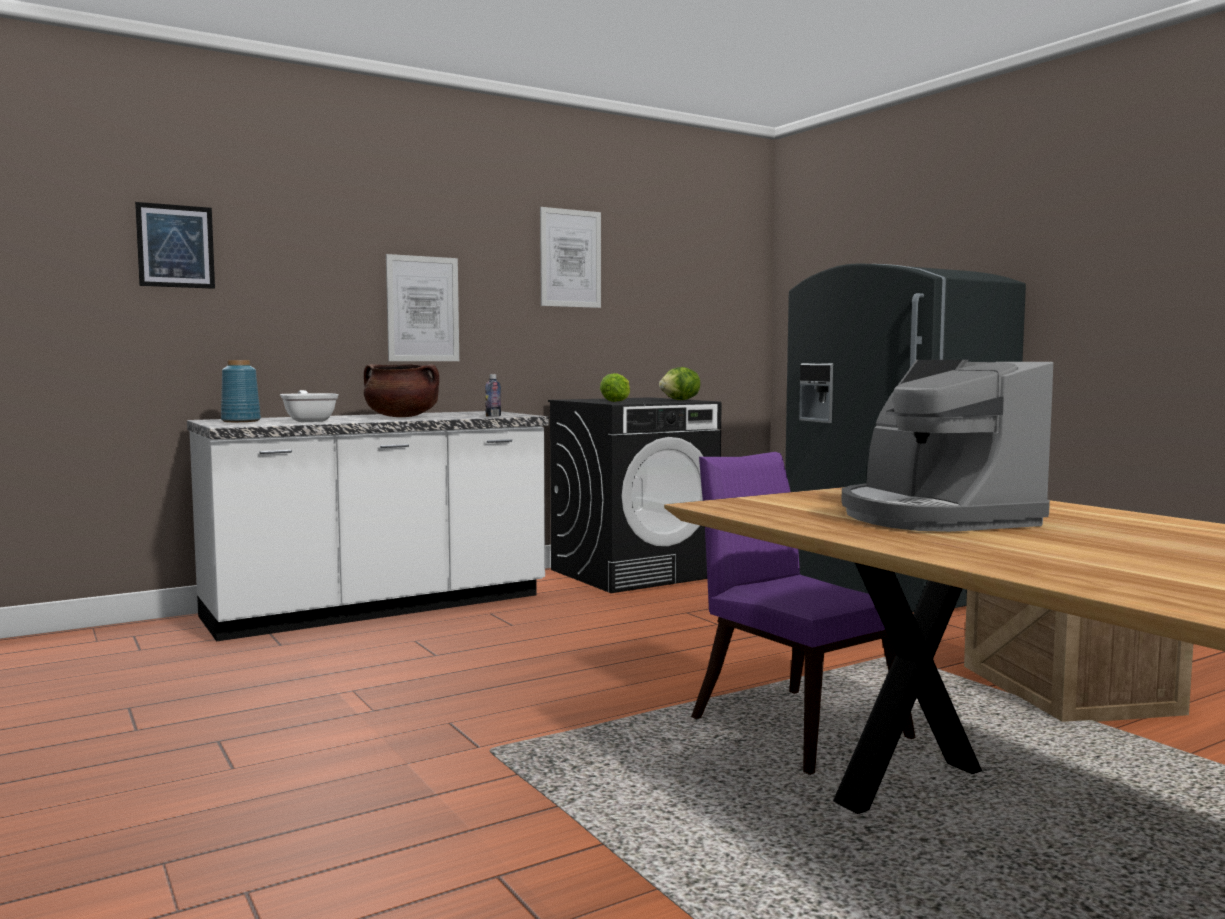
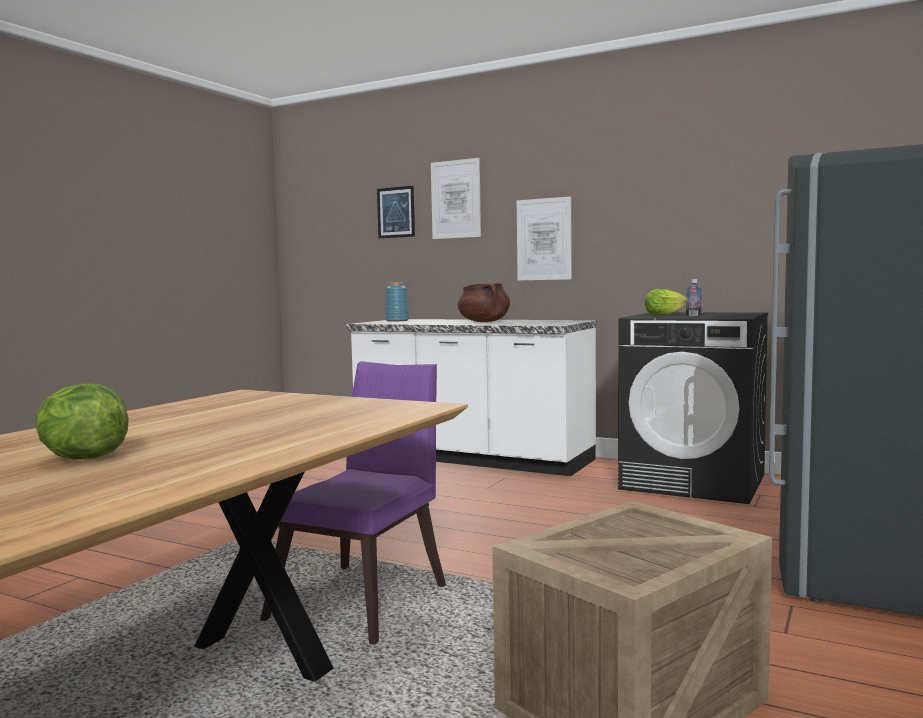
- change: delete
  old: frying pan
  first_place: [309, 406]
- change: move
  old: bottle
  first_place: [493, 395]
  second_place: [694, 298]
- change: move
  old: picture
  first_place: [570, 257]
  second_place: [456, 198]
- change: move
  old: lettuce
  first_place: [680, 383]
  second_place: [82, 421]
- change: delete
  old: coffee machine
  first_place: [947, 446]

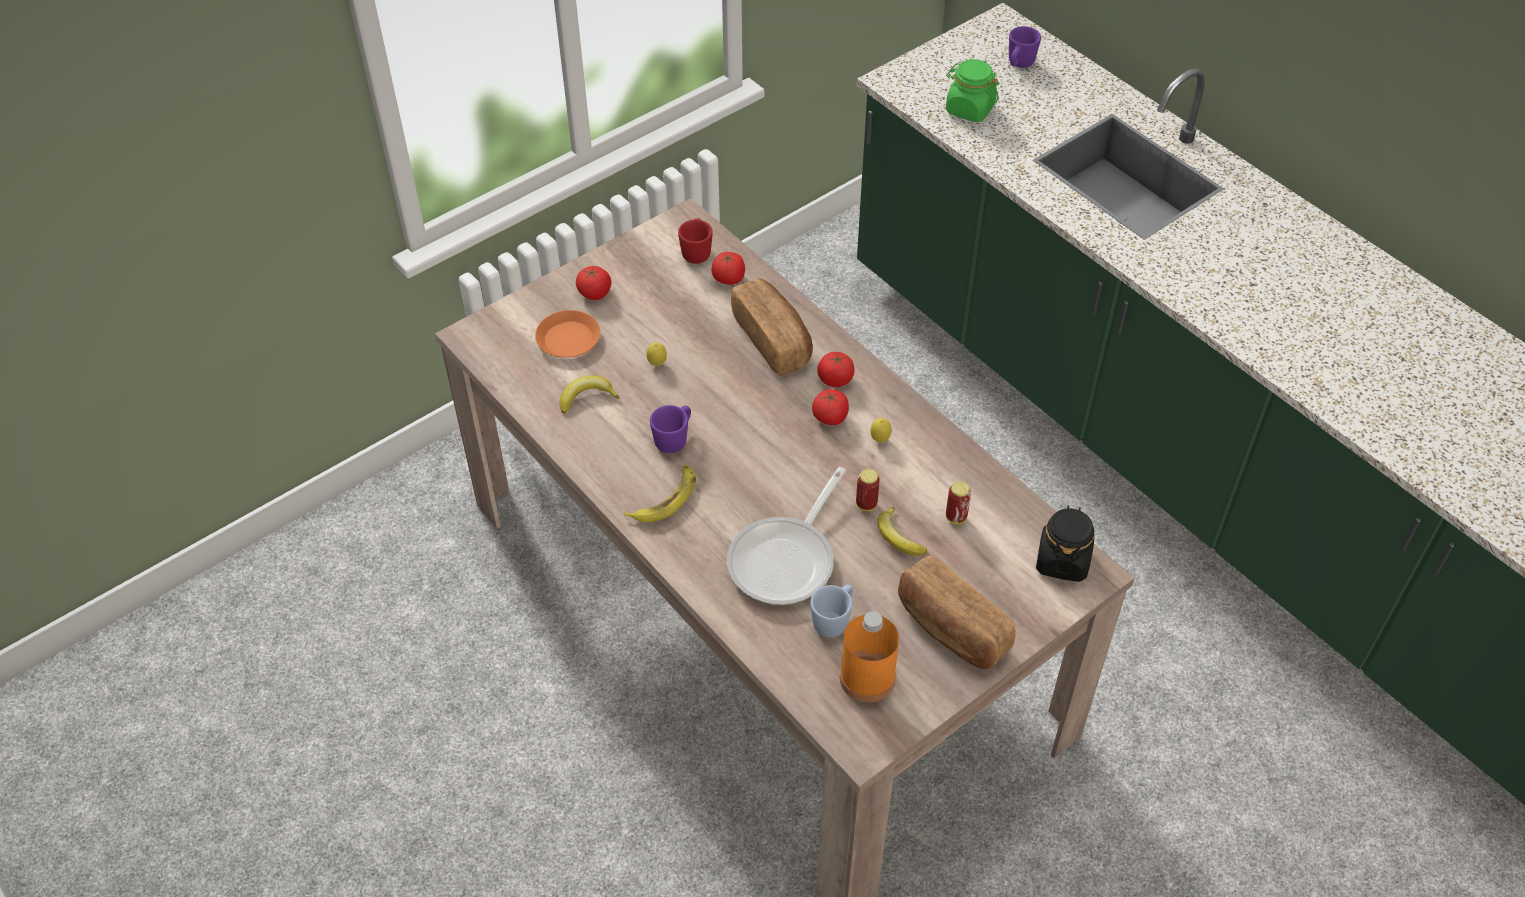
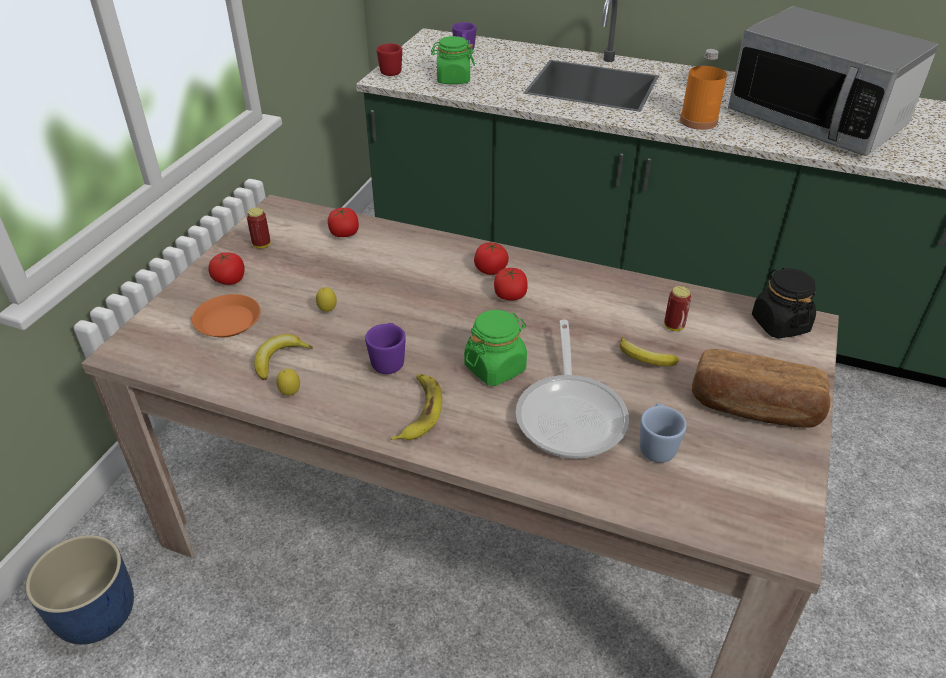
- change: move
  old: red mug
  first_place: [695, 241]
  second_place: [389, 59]
- change: delete
  old: bread
  first_place: [772, 327]
- change: move
  old: orange bottle
  first_place: [869, 656]
  second_place: [703, 89]
- change: move
  old: can
  first_place: [868, 490]
  second_place: [259, 228]
- change: move
  old: lemon
  first_place: [881, 430]
  second_place: [288, 382]
- change: insert
  new: blue planter
  second_place: [80, 590]
- change: insert
  new: green jar
  second_place: [495, 348]
- change: insert
  new: microwave
  second_place: [833, 81]

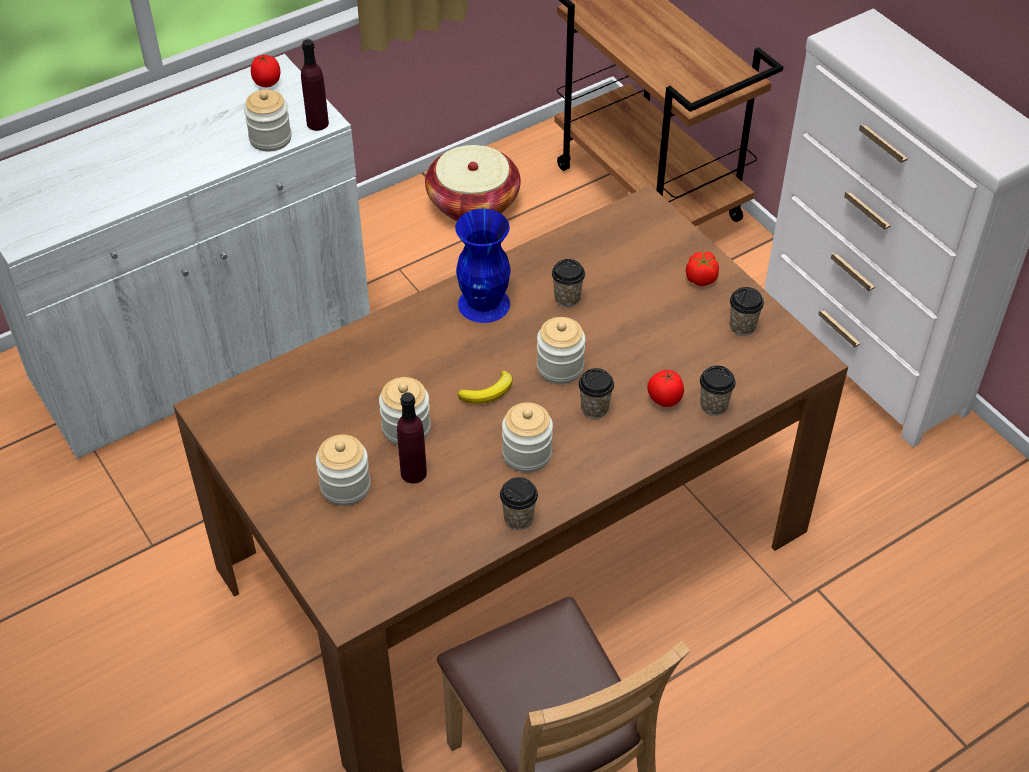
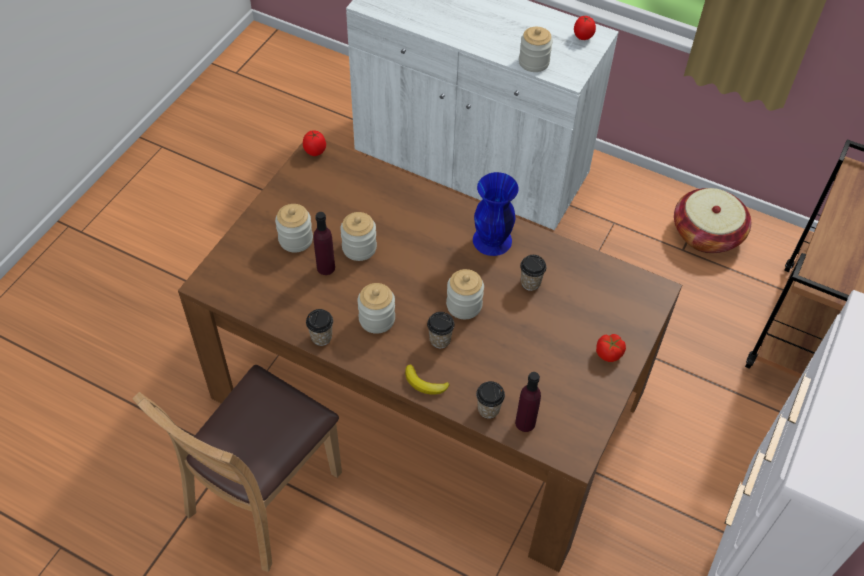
- change: move
  old: purple bottle
  first_place: [315, 85]
  second_place: [528, 402]
- change: move
  old: banana
  first_place: [485, 387]
  second_place: [427, 379]
- change: move
  old: tomato
  first_place: [665, 388]
  second_place: [314, 143]
- change: delete
  old: cup
  first_place: [747, 311]

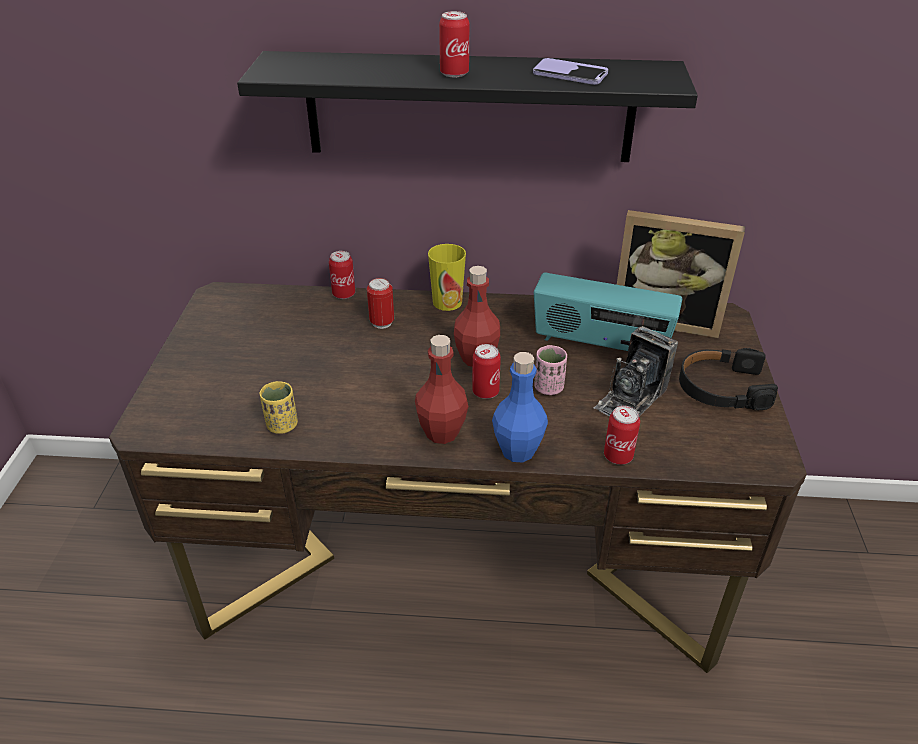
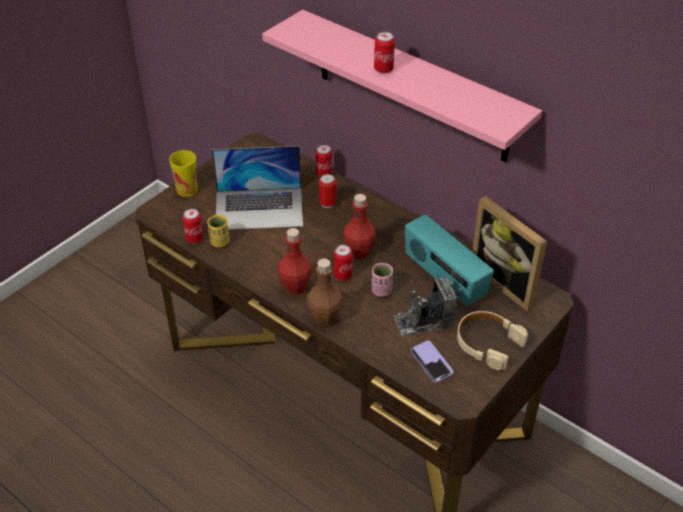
- change: recolor
  old: black shelf
  new: pink shelf
  first_place: [467, 106]
  second_place: [402, 86]
- change: move
  old: cup
  first_place: [447, 277]
  second_place: [183, 173]
- change: recolor
  old: blue bottle
  new: brown bottle
  first_place: [520, 407]
  second_place: [325, 292]
- change: move
  old: phone
  first_place: [570, 71]
  second_place: [432, 362]
- change: move
  old: can
  first_place: [622, 435]
  second_place: [193, 226]
- change: recolor
  old: black headphones
  new: beige headphones
  first_place: [728, 379]
  second_place: [492, 340]
- change: insert
  new: laptop
  second_place: [257, 188]

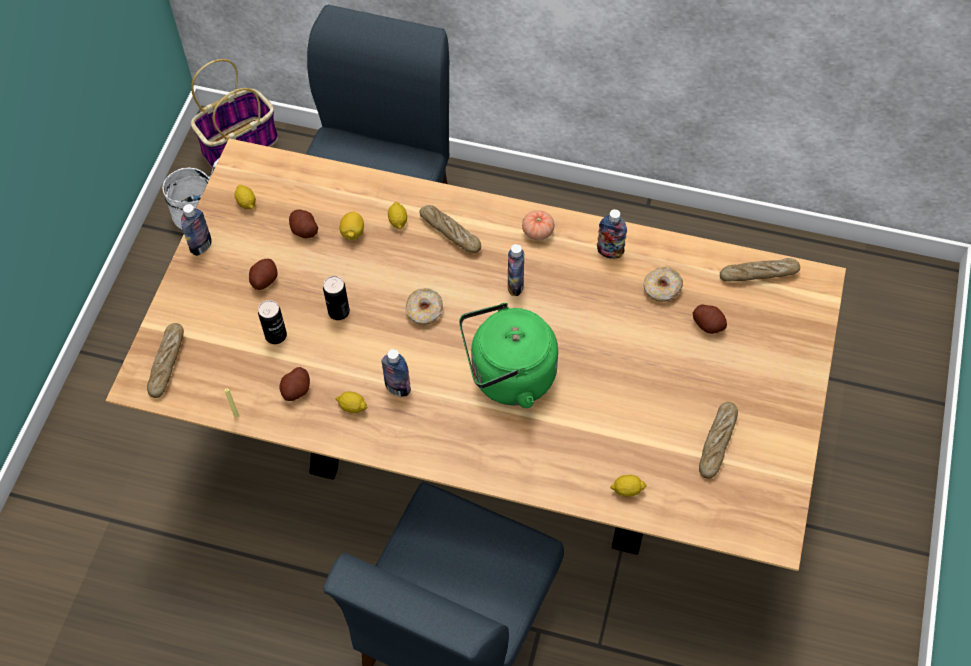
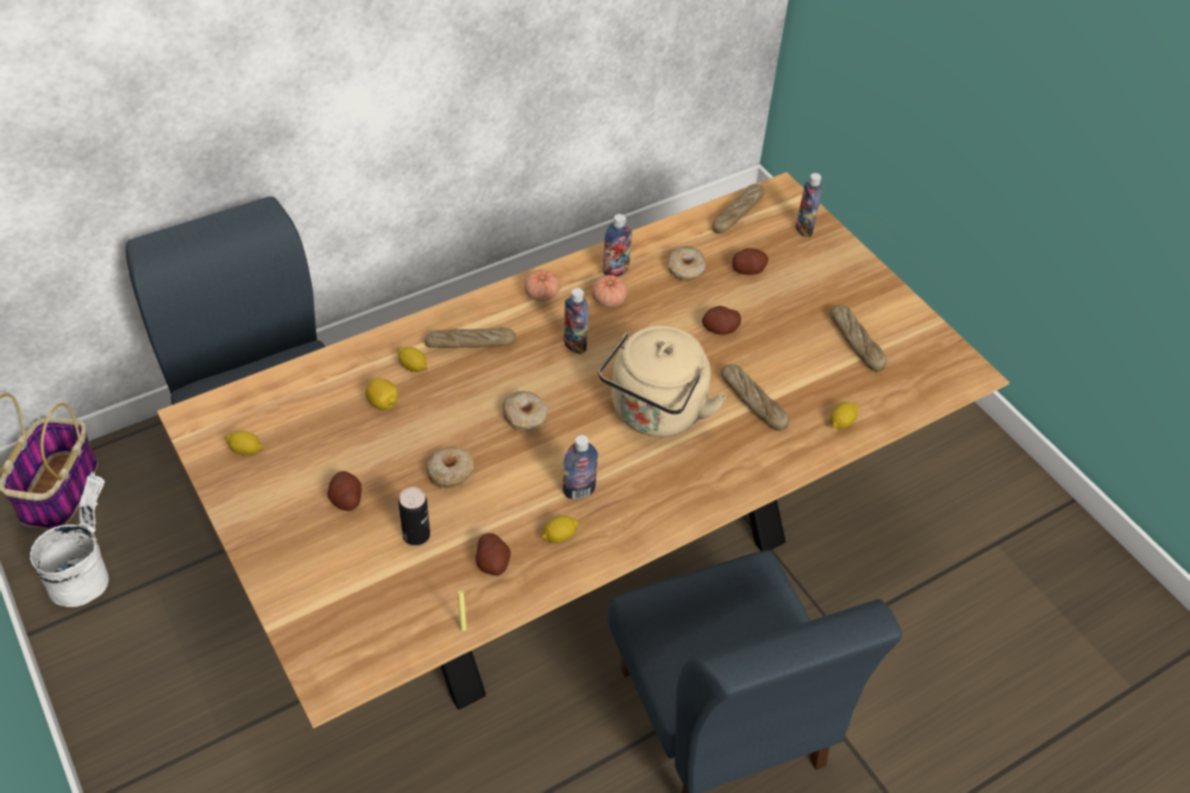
- change: move
  old: bread
  first_place: [165, 360]
  second_place: [755, 397]
- change: move
  old: bottle
  first_place: [196, 230]
  second_place: [809, 205]
- change: move
  old: potato
  first_place: [303, 224]
  second_place: [721, 320]
- change: replace
  old: can
  new: donut
  first_place: [336, 298]
  second_place: [450, 468]
- change: recolor
  old: green kettle
  new: beige kettle
  first_place: [508, 355]
  second_place: [662, 381]
- change: insert
  new: tomato
  second_place: [610, 291]

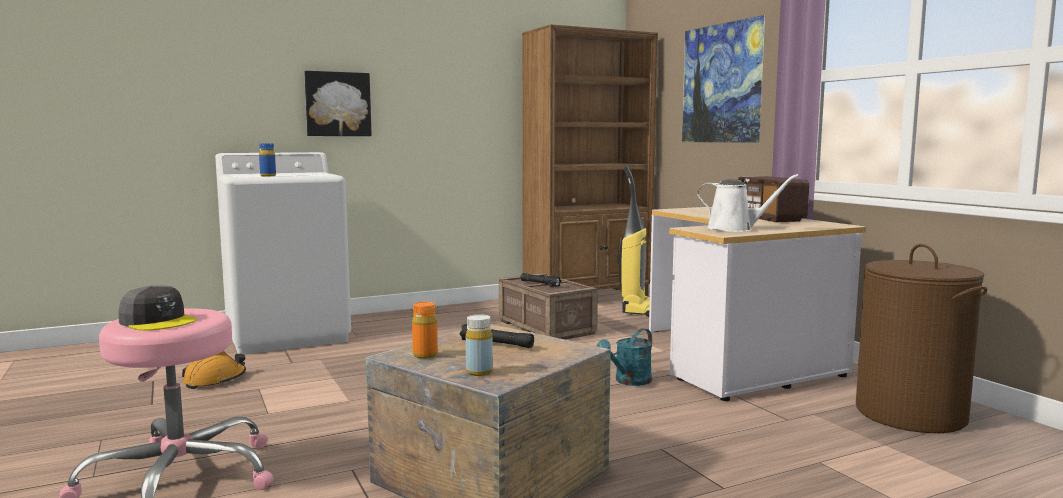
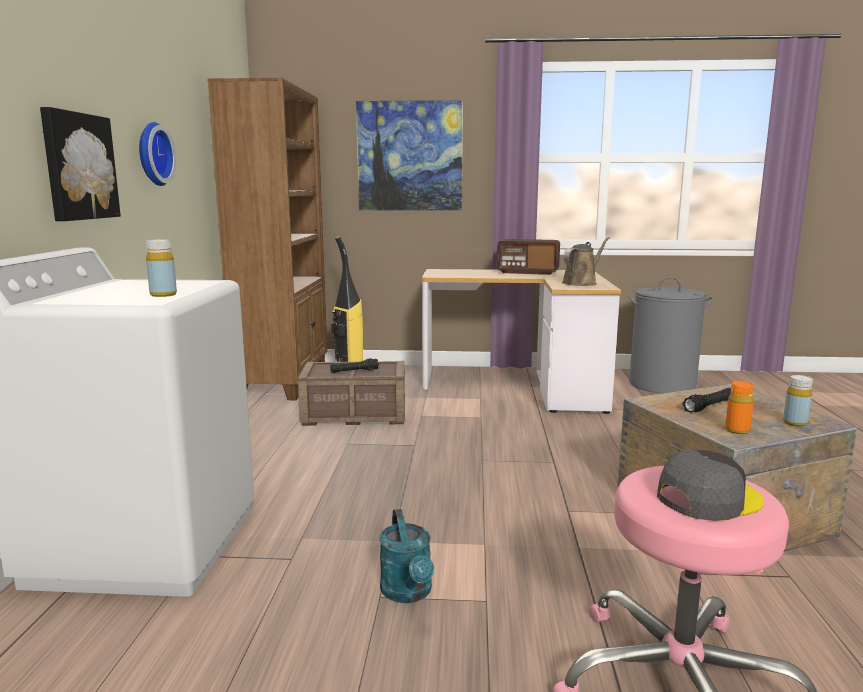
- change: delete
  old: orange hard hat
  first_place: [214, 370]
- change: recolor
  old: blue bottle
  new: yellow bottle
  first_place: [267, 160]
  second_place: [161, 268]
- change: move
  old: turquoise watering can
  first_place: [624, 357]
  second_place: [406, 556]
- change: recolor
  old: white watering can
  new: brown watering can
  first_place: [747, 203]
  second_place: [586, 261]
- change: recolor
  old: brown laundry basket
  new: grey laundry basket
  first_place: [921, 338]
  second_place: [670, 335]
- change: insert
  new: wall clock
  second_place: [157, 154]

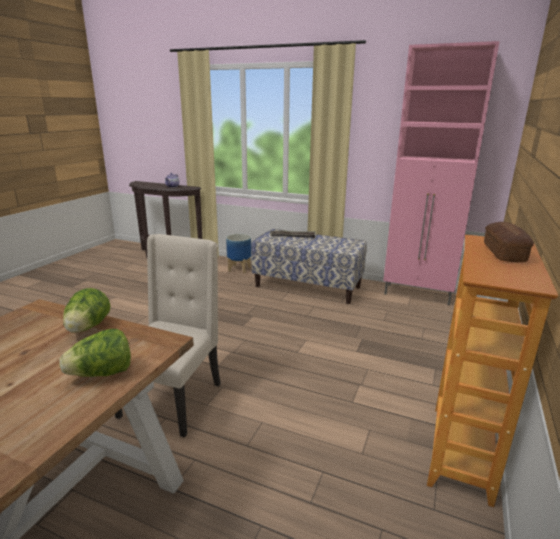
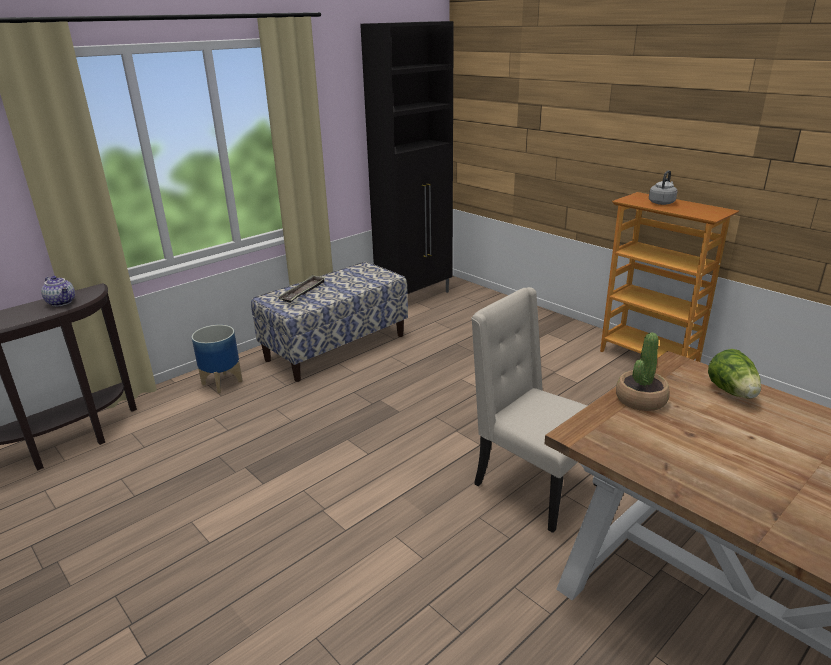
- change: replace
  old: lettuce
  new: potted plant
  first_place: [87, 310]
  second_place: [643, 371]
- change: recolor
  old: pink cabinet
  new: black cabinet
  first_place: [441, 173]
  second_place: [407, 157]
- change: replace
  old: bread
  new: grey kettle
  first_place: [509, 242]
  second_place: [663, 187]

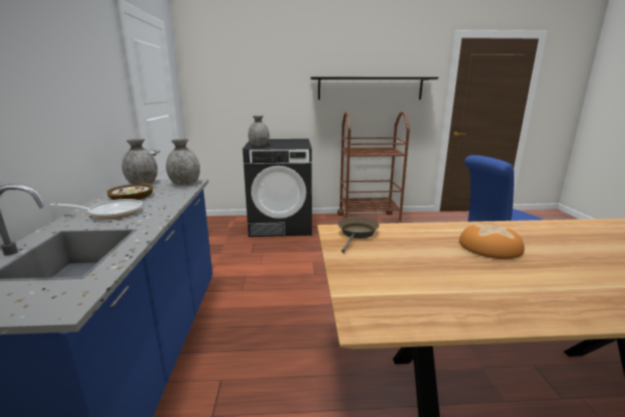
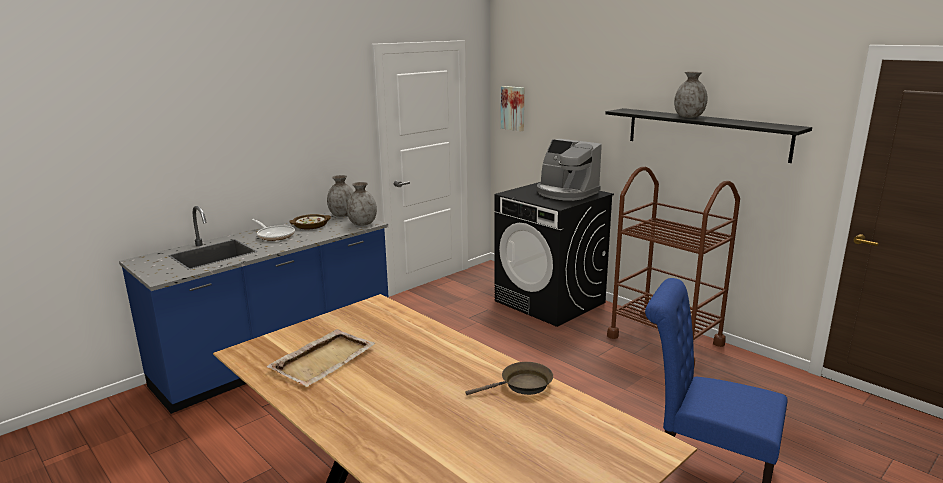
- change: move
  old: grey vase
  first_place: [259, 131]
  second_place: [691, 95]
- change: move
  old: brown frying pan
  first_place: [358, 235]
  second_place: [509, 378]
- change: delete
  old: bread
  first_place: [491, 241]
- change: insert
  new: beige tray
  second_place: [321, 358]
- change: insert
  new: picture
  second_place: [512, 108]
- change: insert
  new: coffee machine
  second_place: [569, 170]

